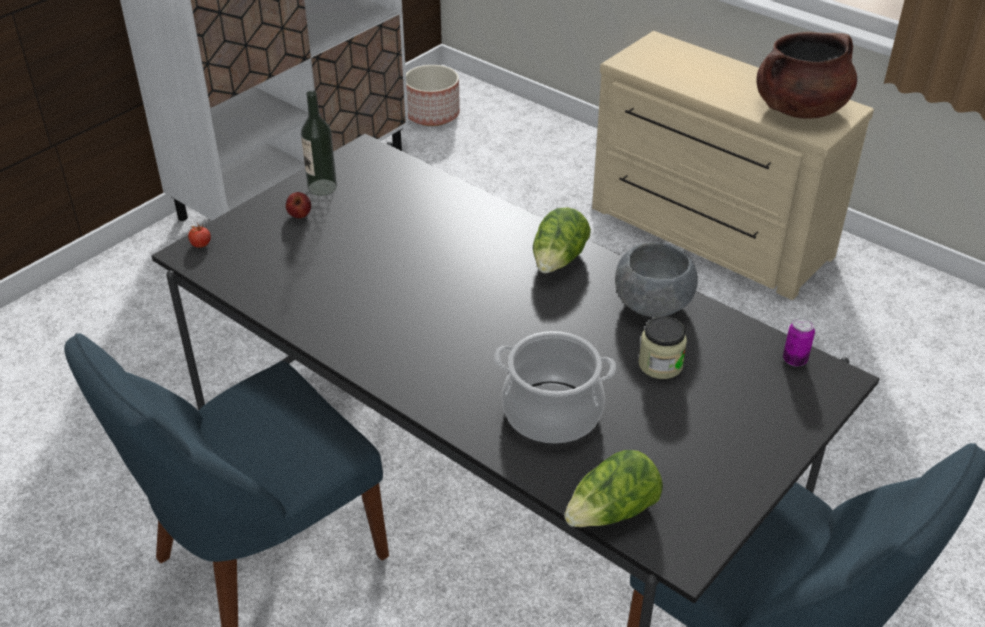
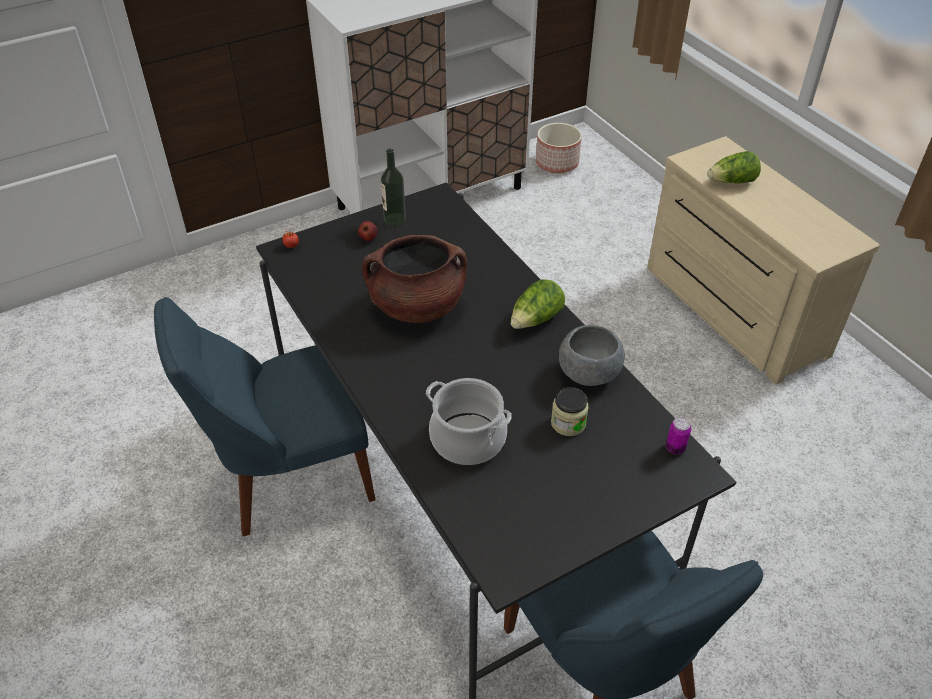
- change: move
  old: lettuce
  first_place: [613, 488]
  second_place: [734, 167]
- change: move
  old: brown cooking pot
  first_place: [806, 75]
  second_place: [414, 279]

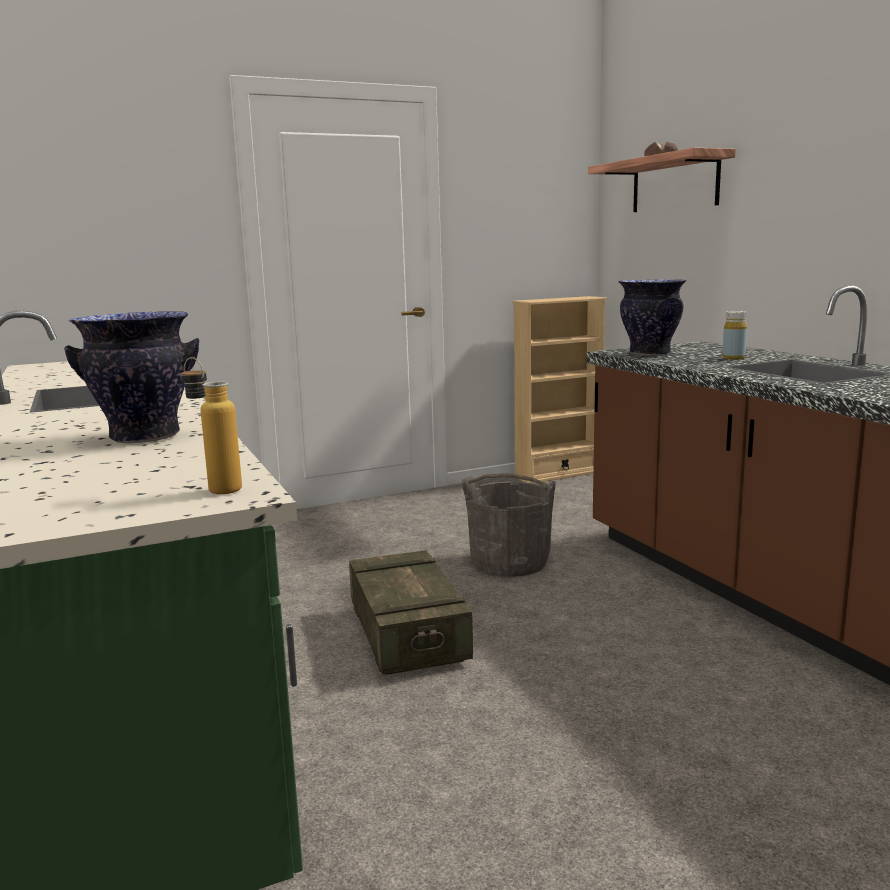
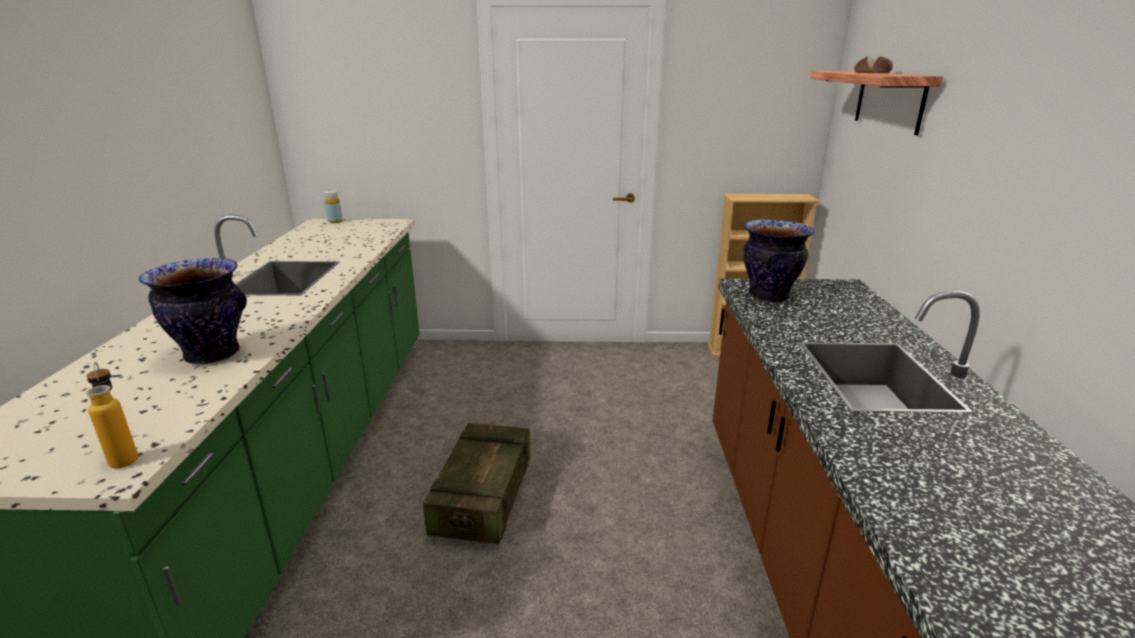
- change: delete
  old: grey bucket
  first_place: [508, 525]
- change: move
  old: yellow bottle
  first_place: [734, 335]
  second_place: [333, 206]

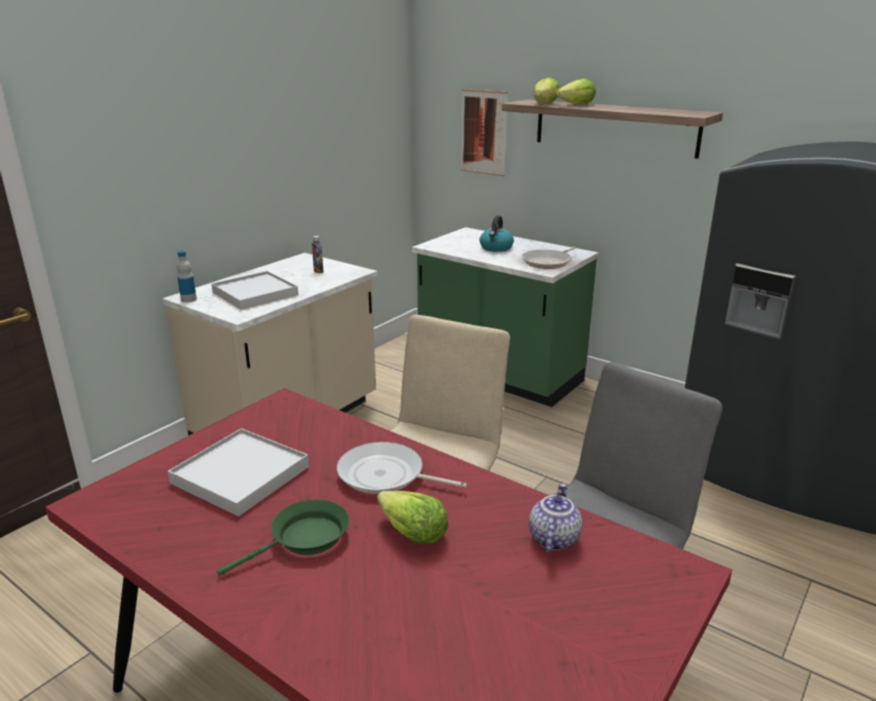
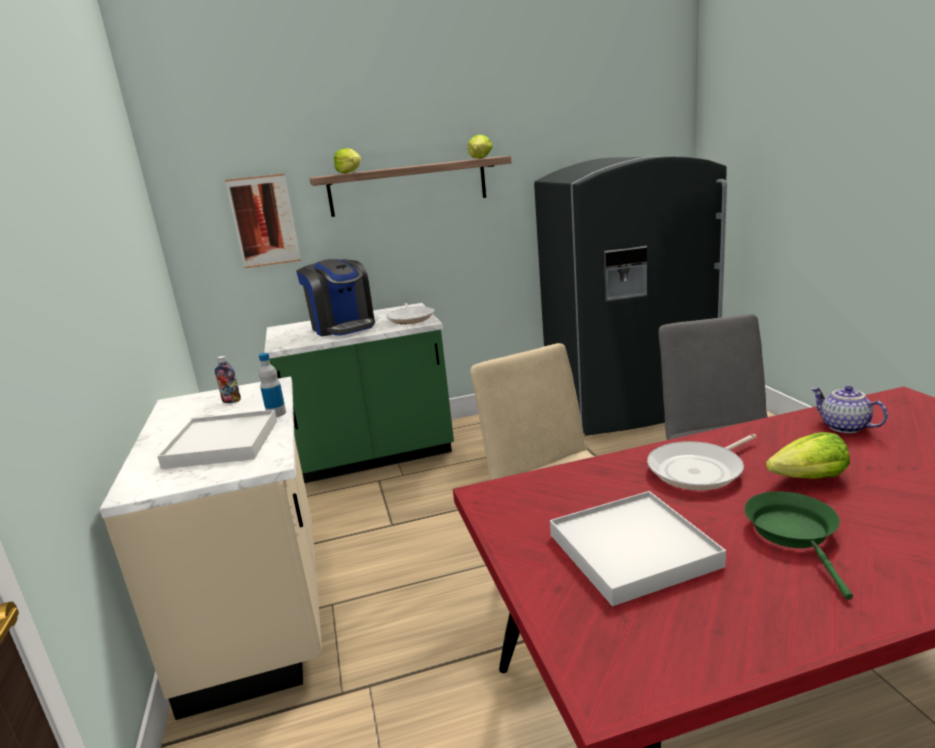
- change: move
  old: bottle
  first_place: [187, 276]
  second_place: [272, 385]
- change: replace
  old: kettle
  new: coffee machine
  first_place: [497, 233]
  second_place: [335, 297]
- change: move
  old: lettuce
  first_place: [576, 91]
  second_place: [480, 146]

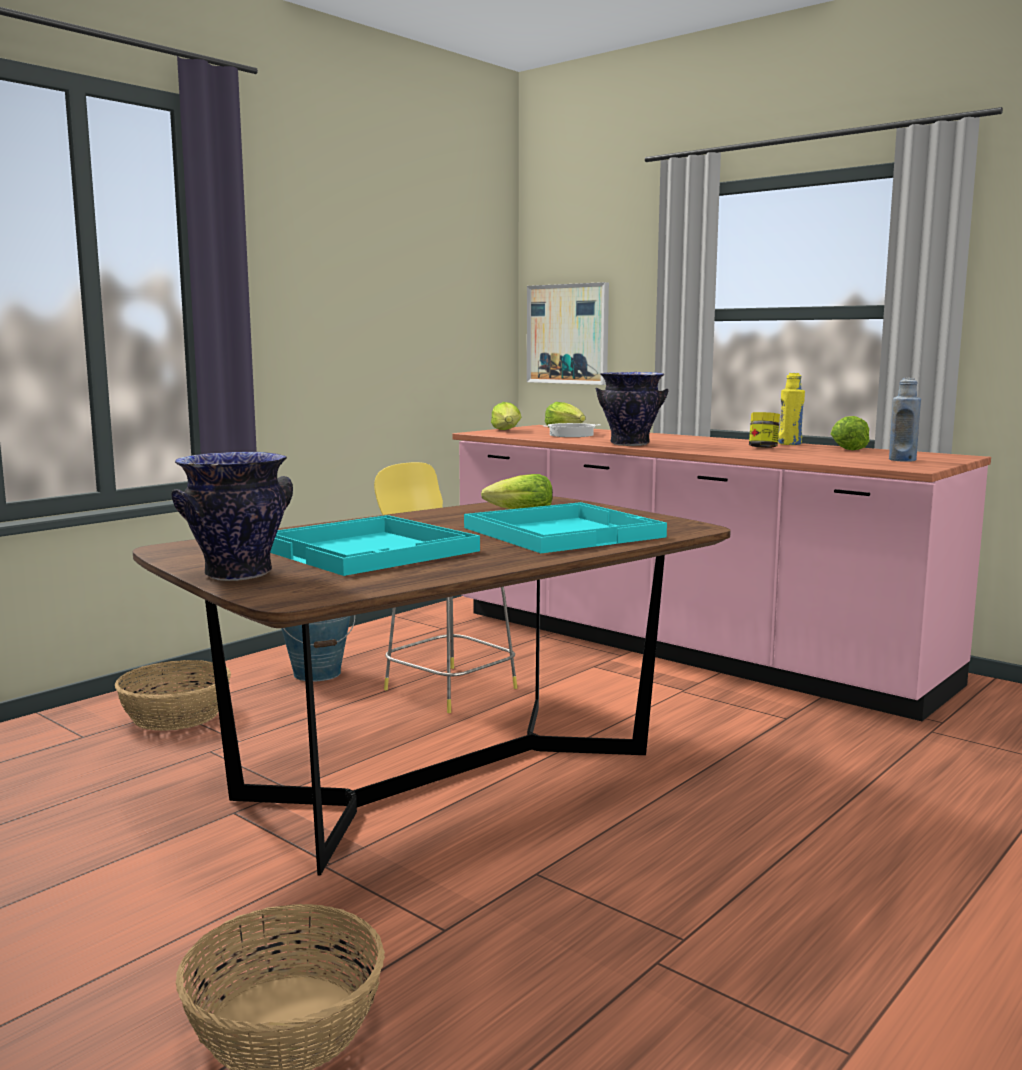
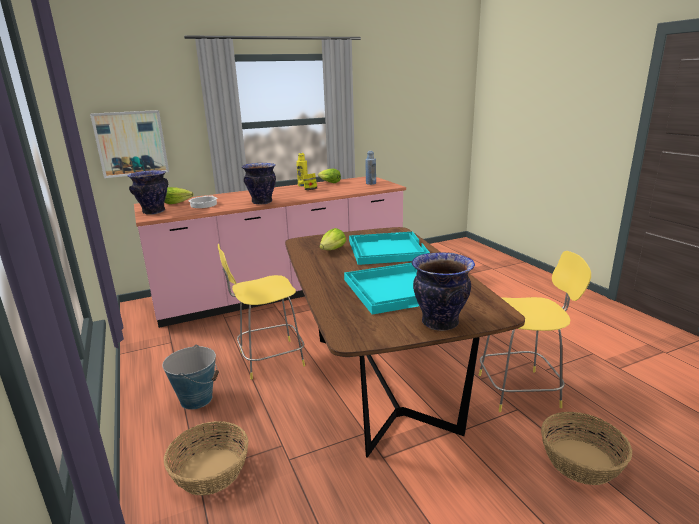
- change: replace
  old: lettuce
  new: vase
  first_place: [506, 416]
  second_place: [147, 192]
- change: insert
  new: yellow stool
  second_place: [535, 331]

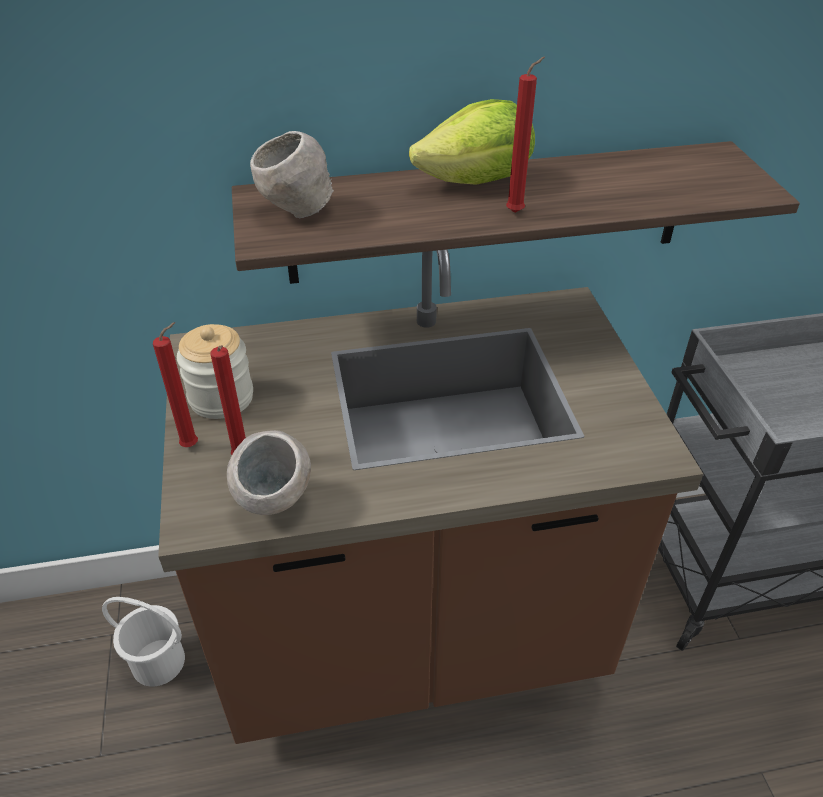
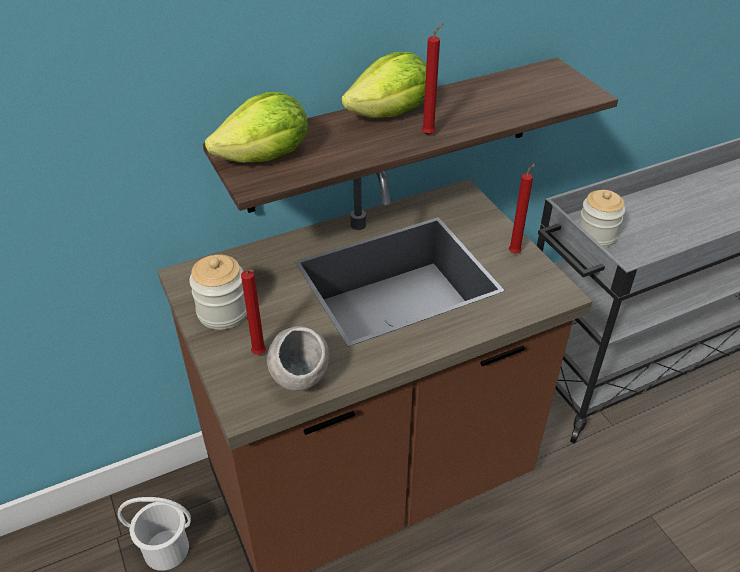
- change: move
  old: red candle
  first_place: [175, 384]
  second_place: [522, 208]
- change: replace
  old: grey bowl
  new: lettuce
  first_place: [292, 174]
  second_place: [256, 127]
- change: insert
  new: jar
  second_place: [601, 219]

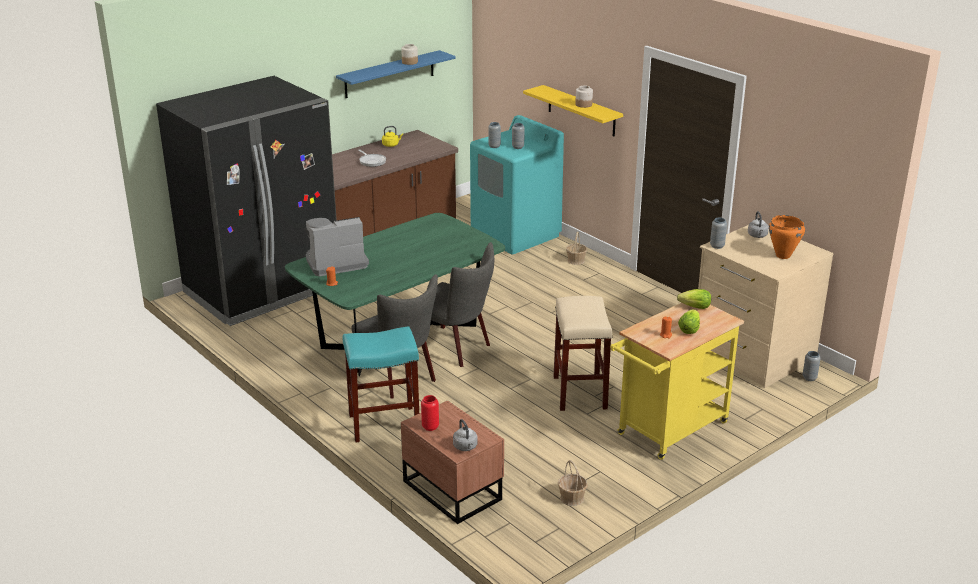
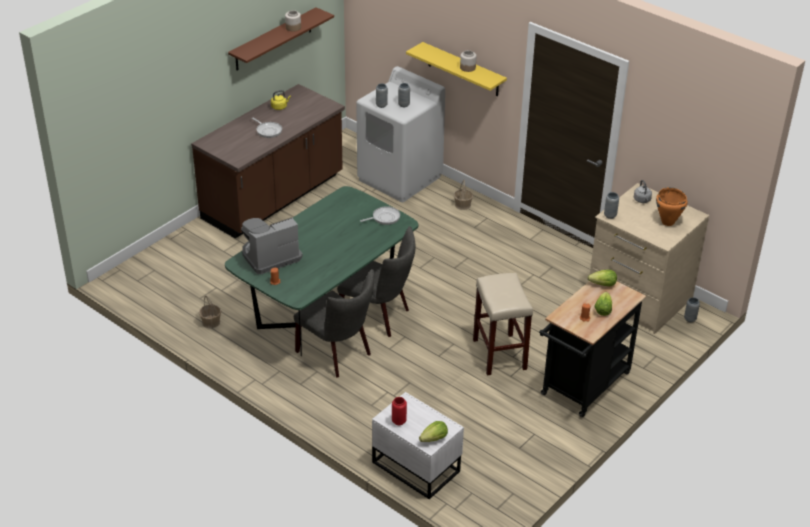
- change: delete
  old: black fridge
  first_place: [246, 201]
- change: recolor
  old: blue shelf
  new: brown shelf
  first_place: [396, 74]
  second_place: [281, 38]
- change: delete
  old: turquoise stool
  first_place: [380, 384]
- change: recolor
  old: brown nightstand
  new: white nightstand
  first_place: [452, 462]
  second_place: [418, 445]
- change: replace
  old: grey kettle
  new: lettuce
  first_place: [465, 435]
  second_place: [433, 431]
- change: recolor
  old: turquoise washing machine
  new: white washing machine
  first_place: [517, 184]
  second_place: [400, 134]
- change: move
  old: basket
  first_place: [573, 483]
  second_place: [210, 311]
- change: recolor
  old: yellow cart
  new: black cart
  first_place: [677, 381]
  second_place: [592, 349]
- change: insert
  new: frying pan
  second_place: [380, 215]

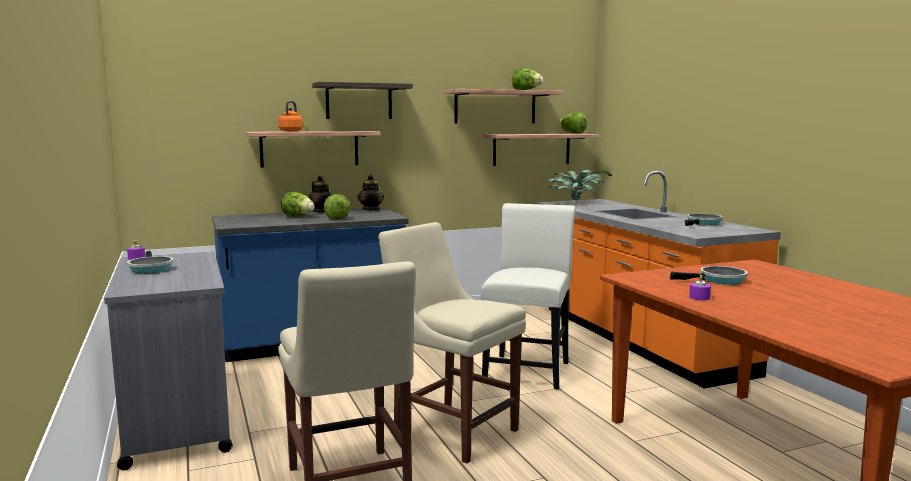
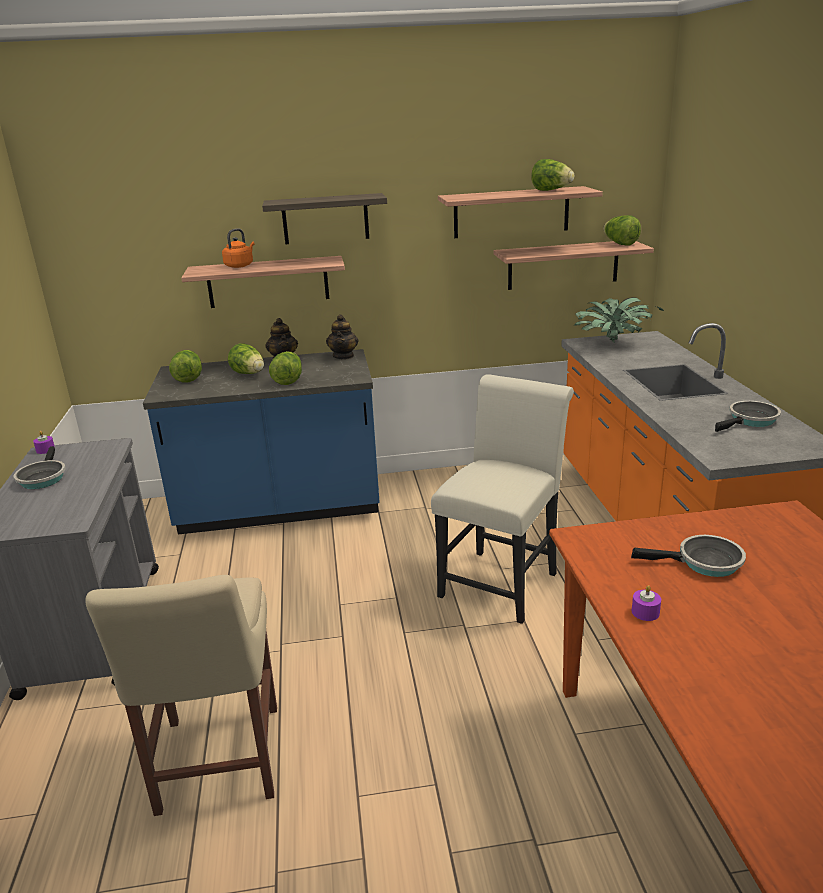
- change: delete
  old: beige chair
  first_place: [452, 343]
- change: insert
  new: lettuce
  second_place: [185, 366]

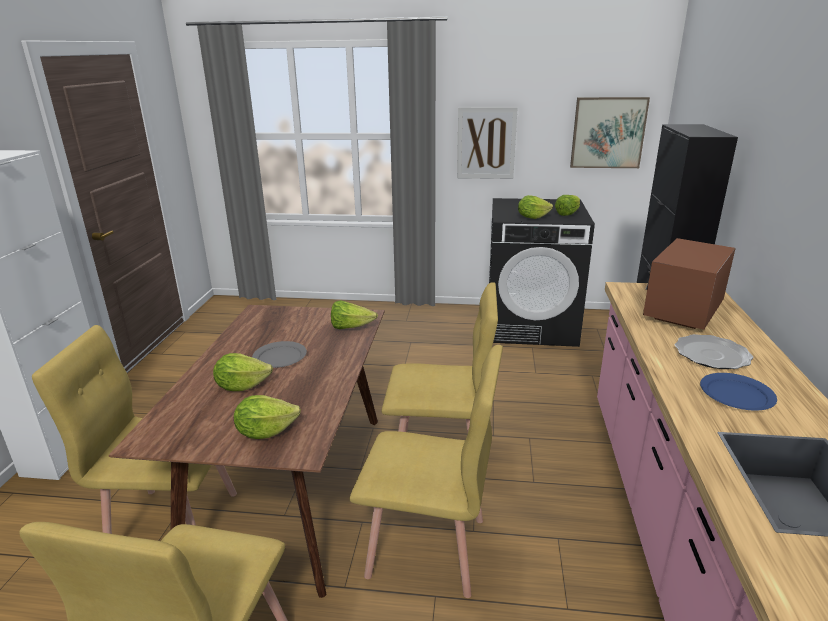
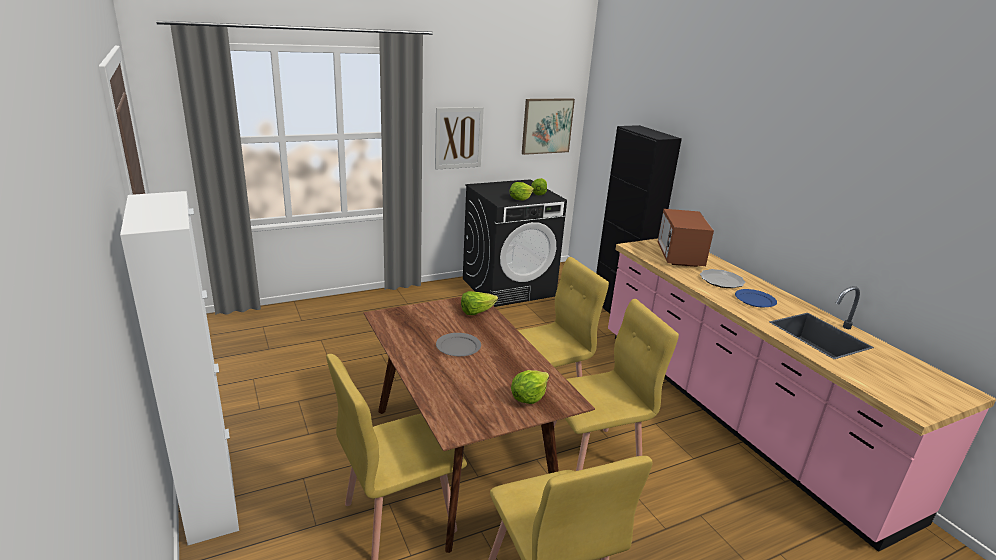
- change: delete
  old: lettuce
  first_place: [243, 372]

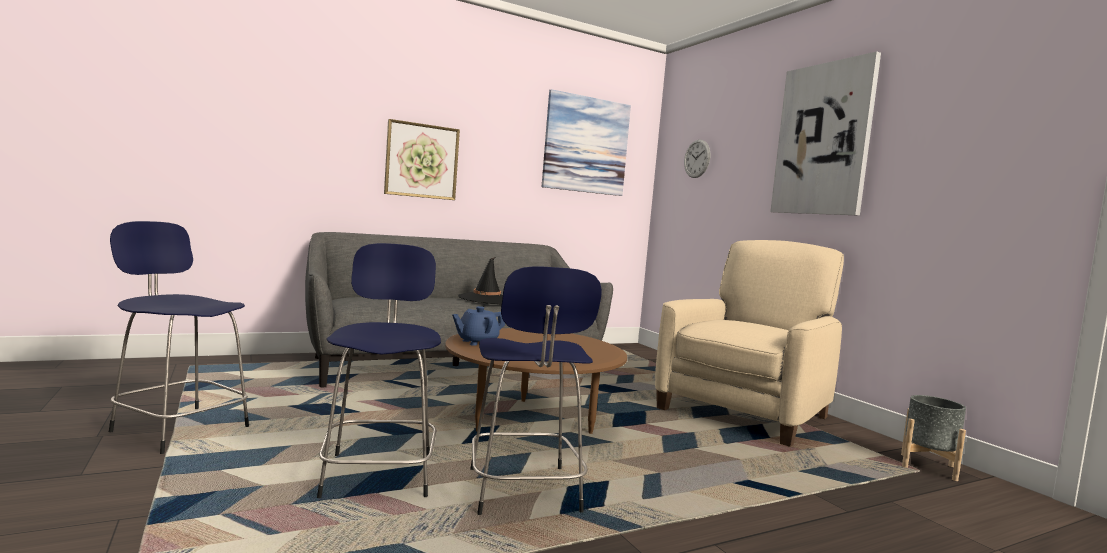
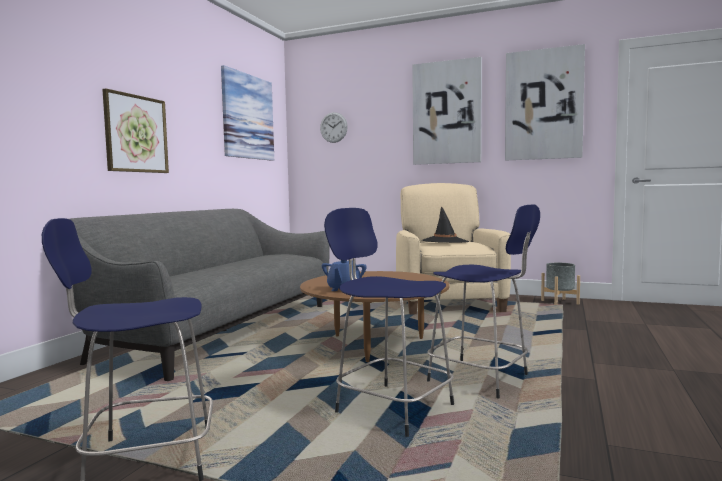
- change: move
  old: black hat
  first_place: [480, 280]
  second_place: [445, 225]
- change: insert
  new: picture
  second_place: [545, 102]

